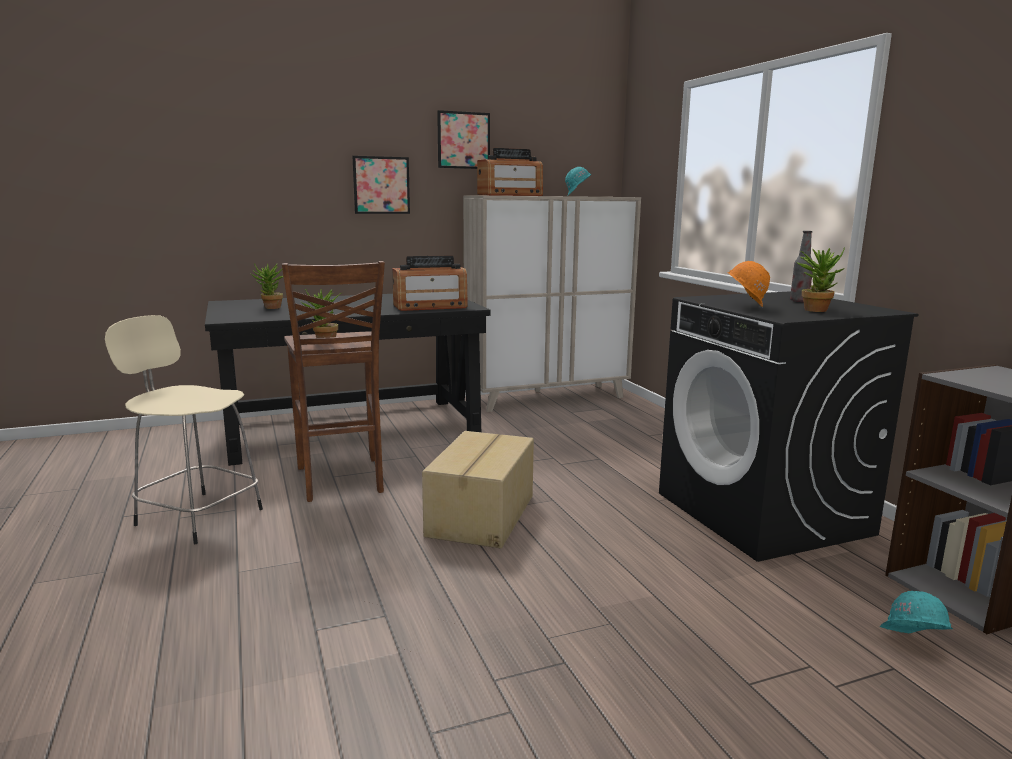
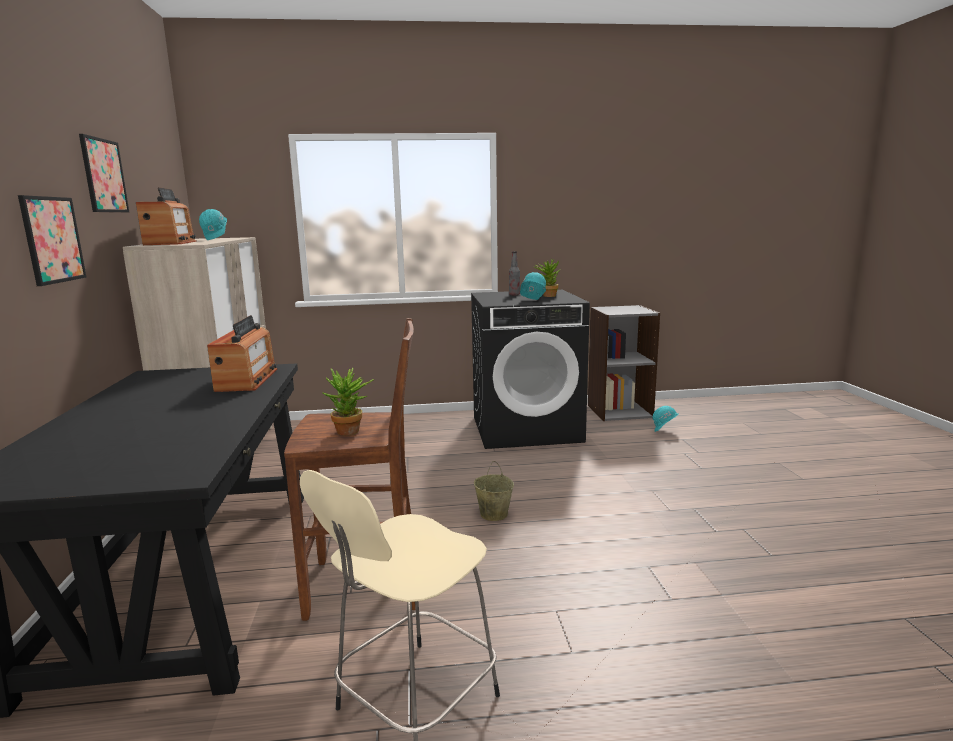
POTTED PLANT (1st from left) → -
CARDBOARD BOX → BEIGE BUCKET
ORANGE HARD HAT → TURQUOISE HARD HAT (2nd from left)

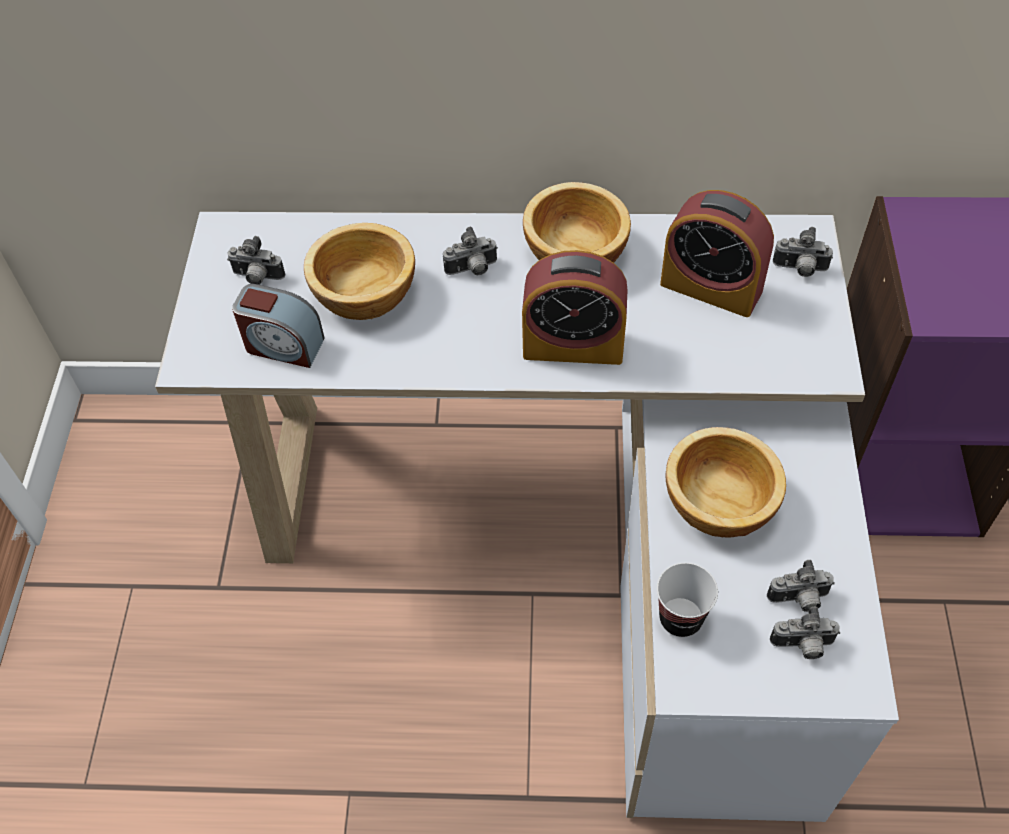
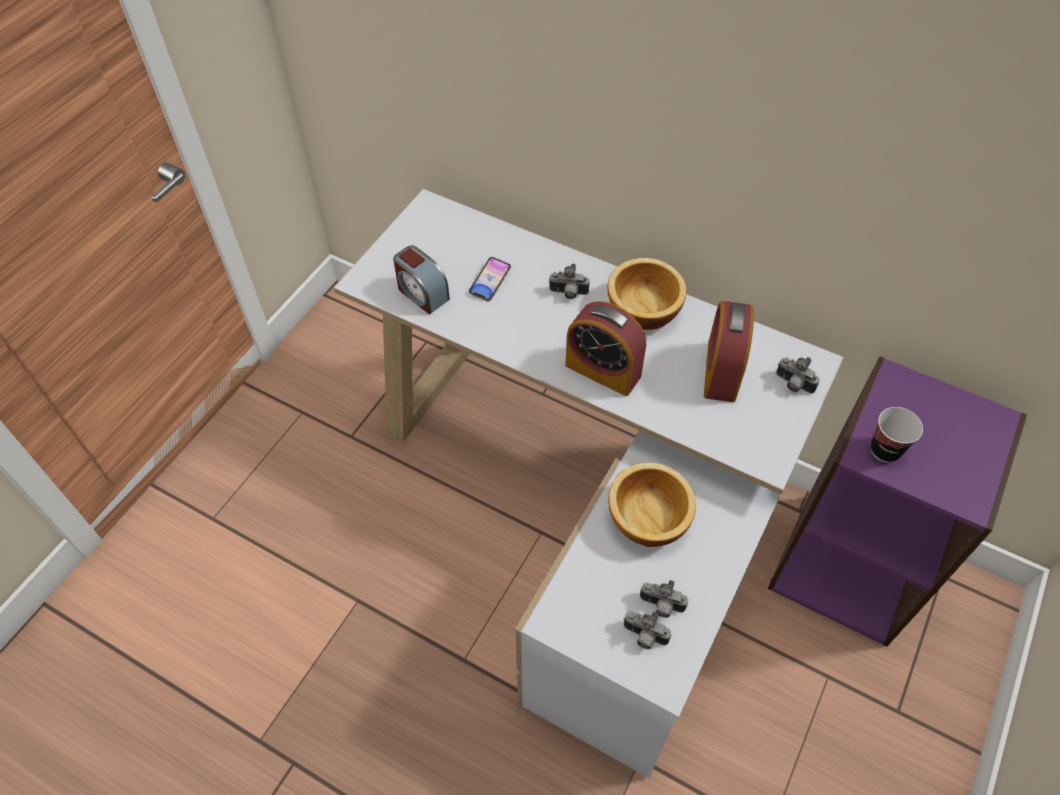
PHOTO CAMERA (1st from left) → -
BOWL (1st from left) → PHONE
CUP, move
ALARM CLOCK (3rd from left), 45 degrees clockwise

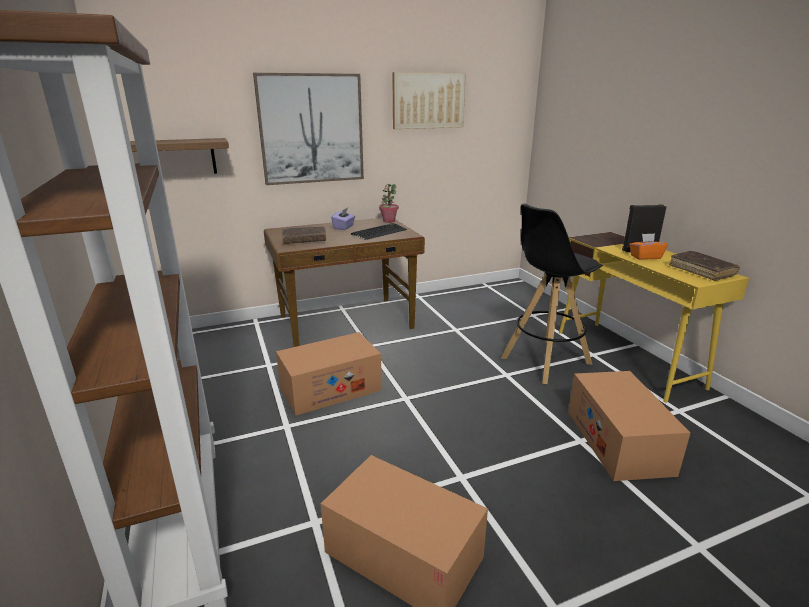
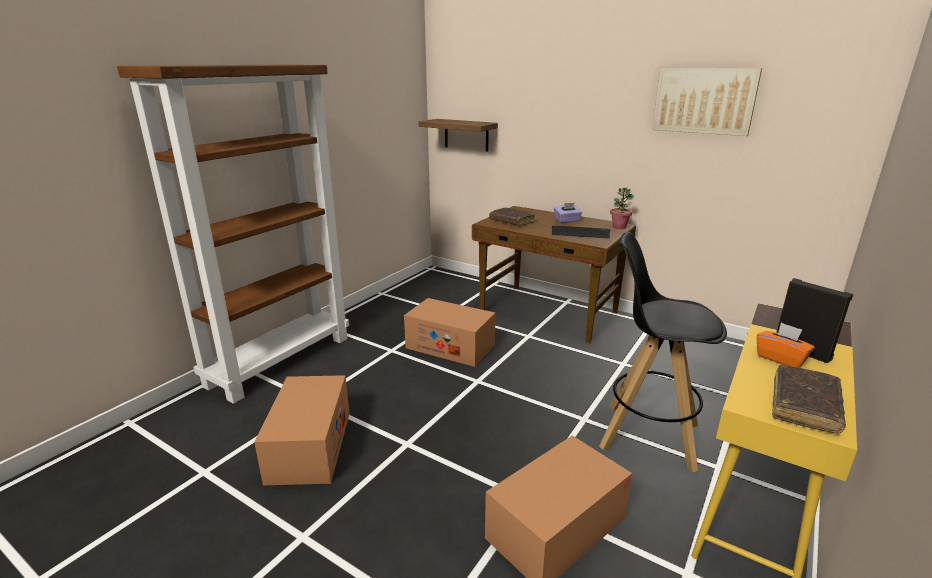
PICTURE (1st from left) → -

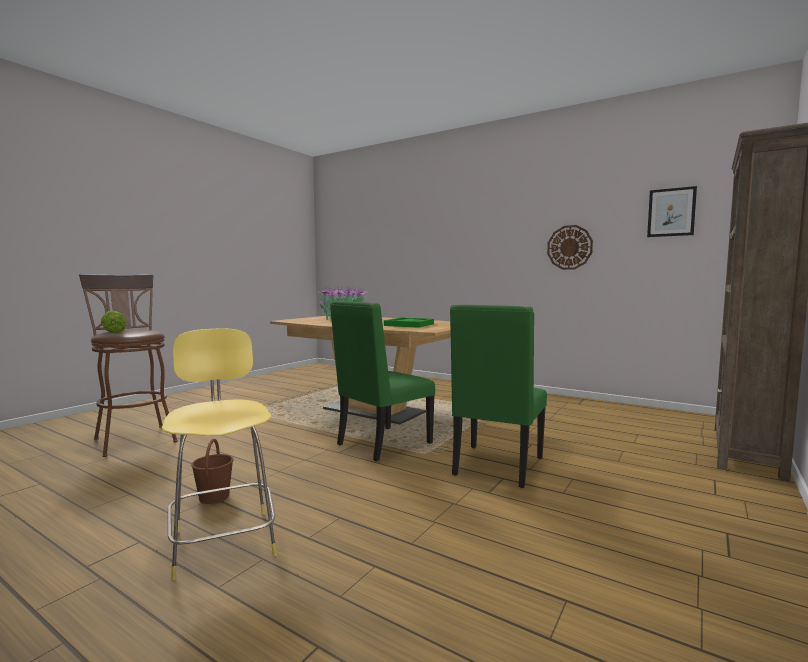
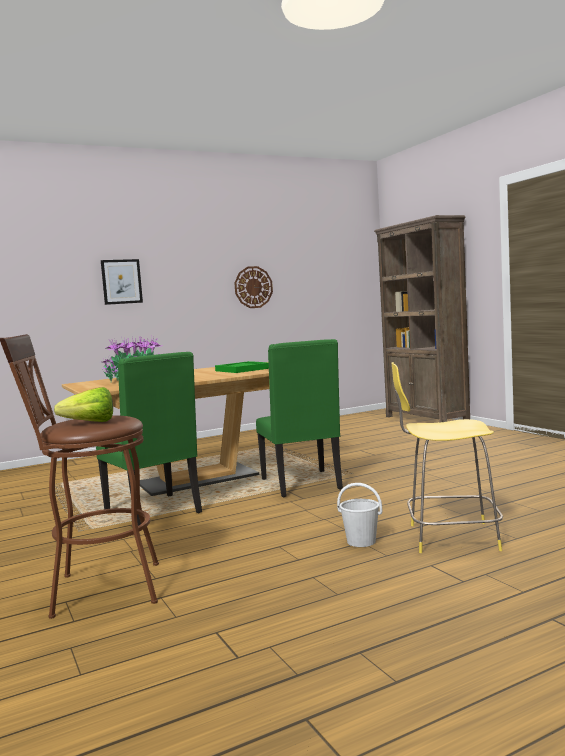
BROWN BUCKET → WHITE BUCKET
GREEN CHAIR (2nd from left in the first image) → GREEN CHAIR (1st from left), move
PICTURE, move

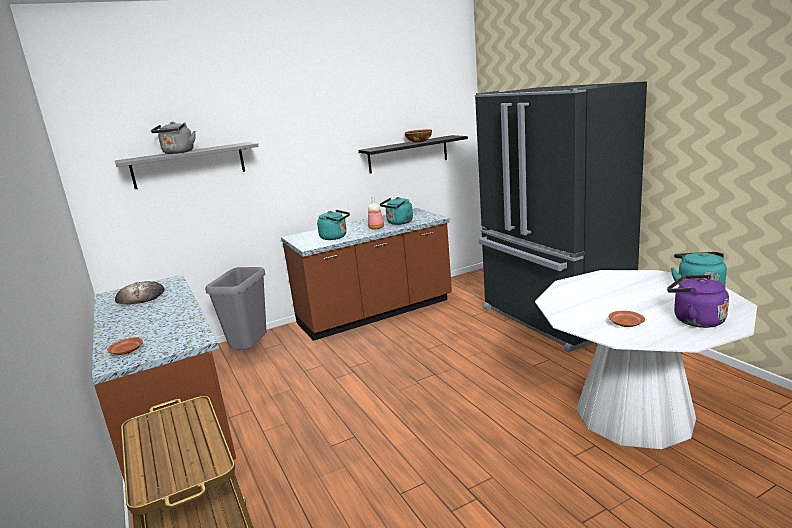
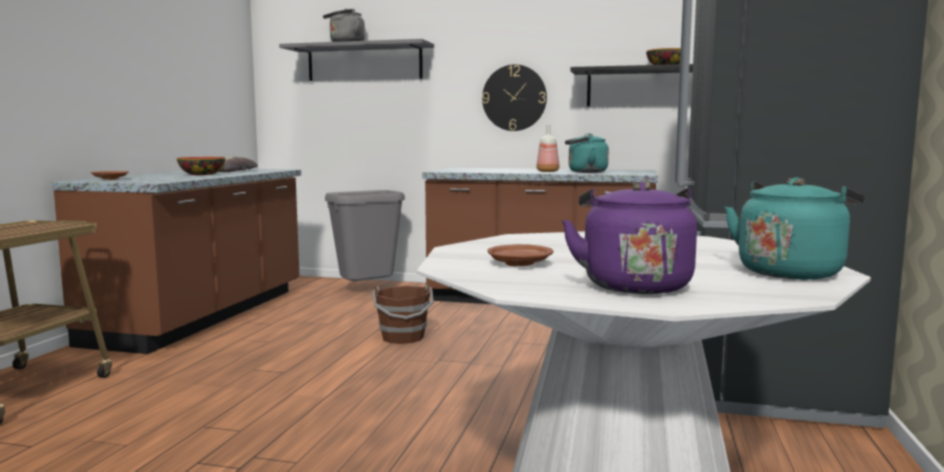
TURQUOISE KETTLE (1st from left) → -
- → BOWL (1st from left)
- → BROWN BUCKET
- → WALL CLOCK

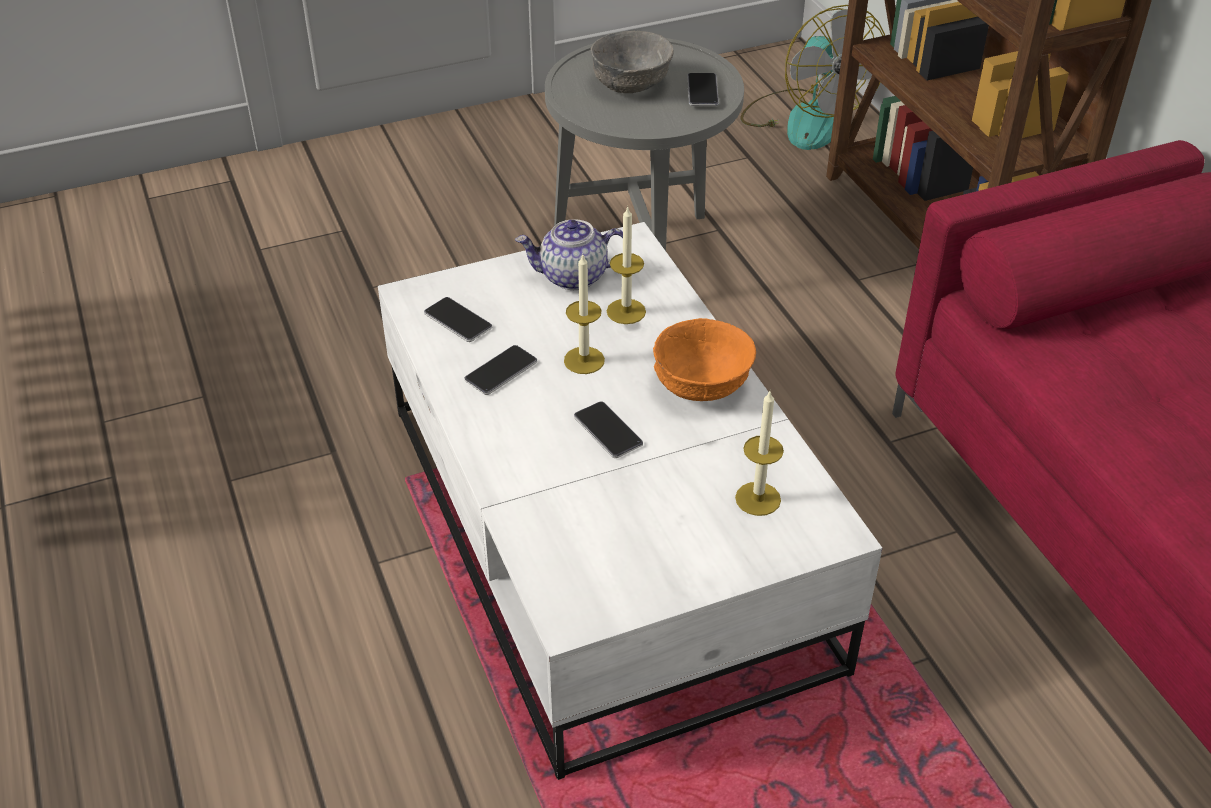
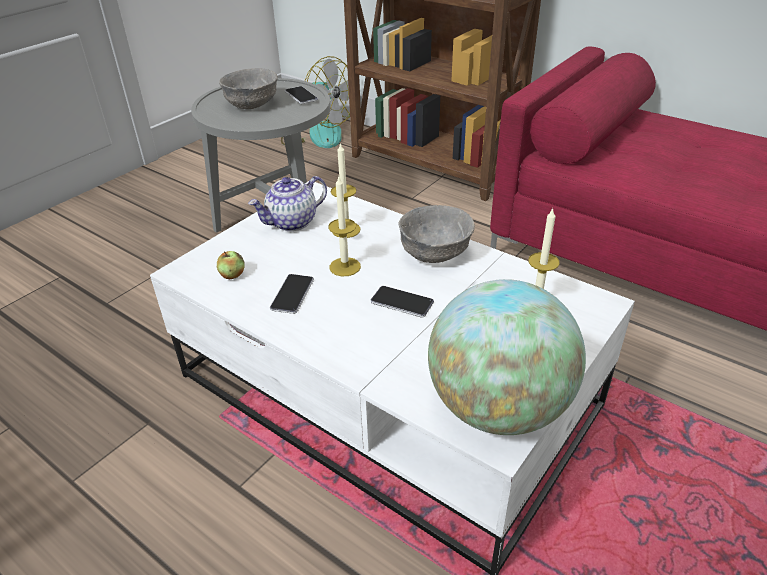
PHONE (1st from left) → APPLE
ORANGE BOWL → GREY BOWL (2nd from left)
- → GLOBE

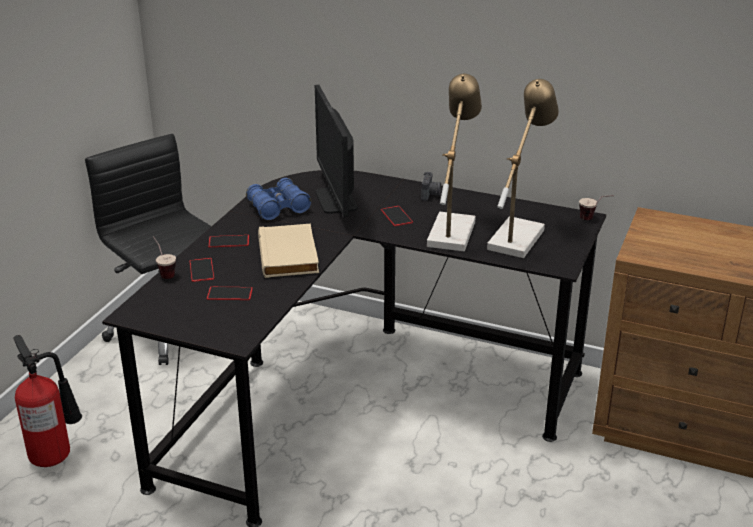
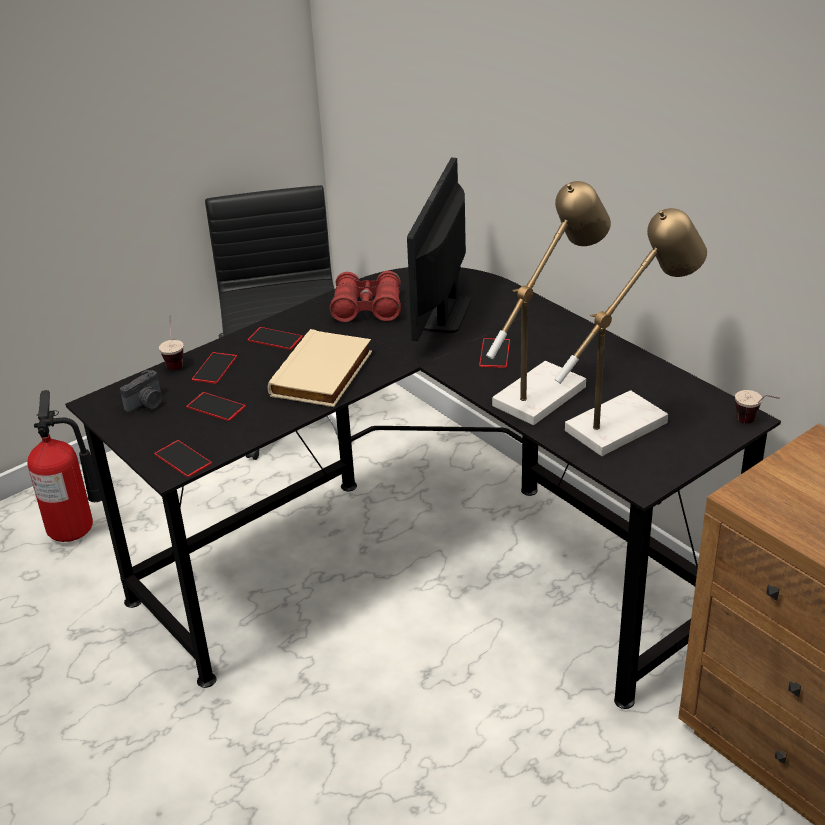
BLUE BINOCULARS → RED BINOCULARS
PHOTO CAMERA, move
- → PHONE (1st from left)

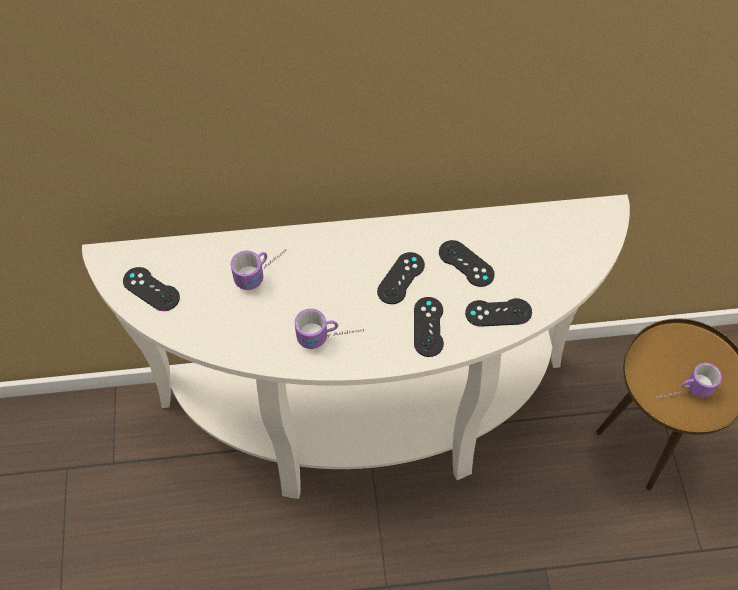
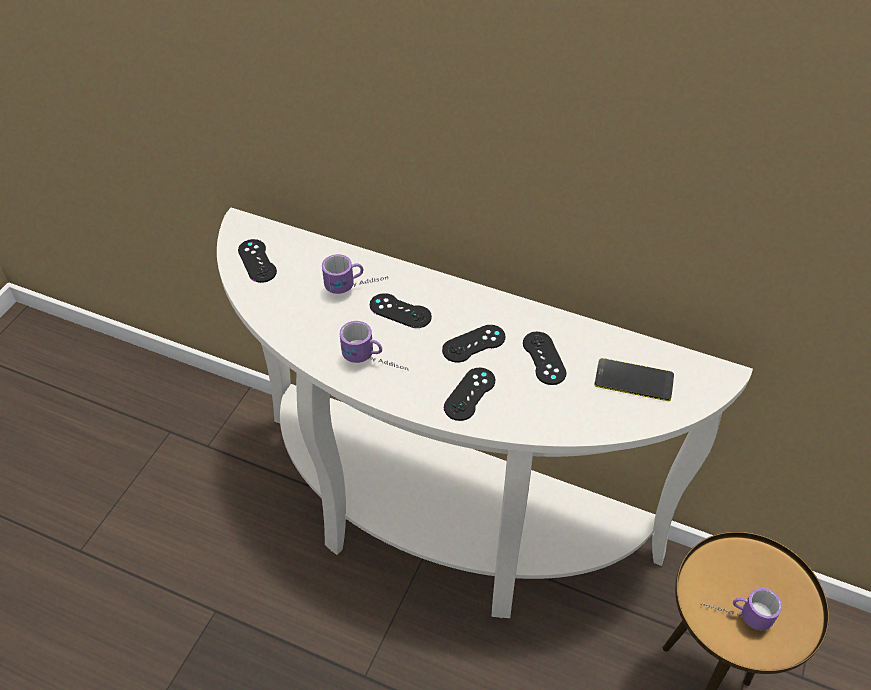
BLACK GAME CONTROLLER (5th from left in the first image) → BLACK GAME CONTROLLER (2nd from left), move
- → PHONE

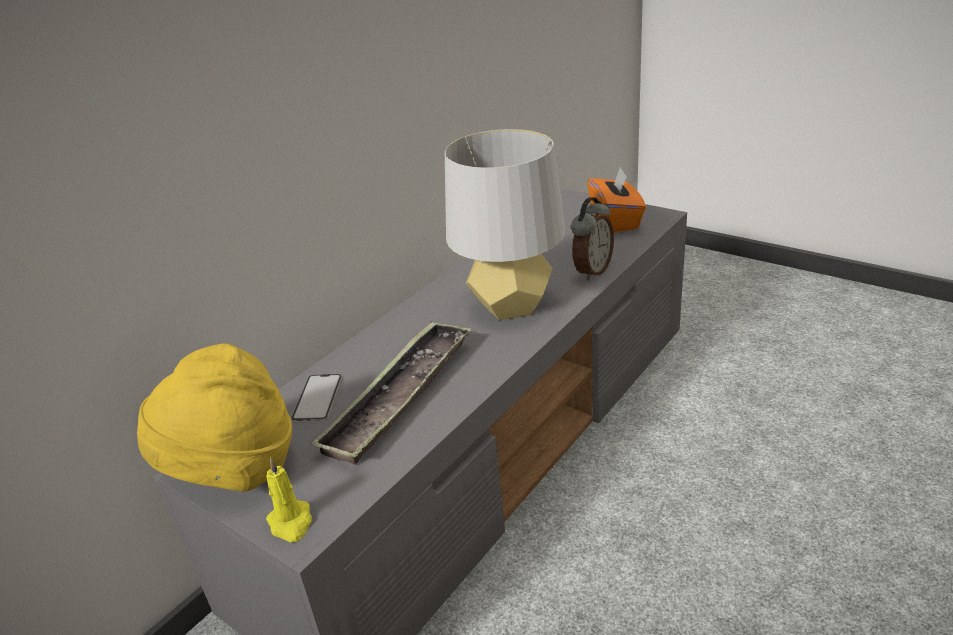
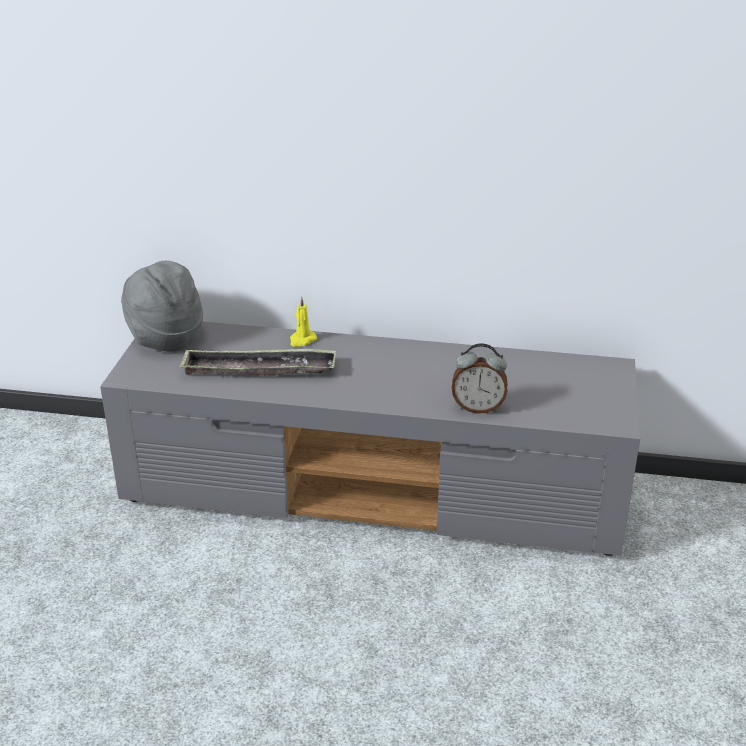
YELLOW HAT → GREY HAT
YELLOW CANDLE, move
PHONE → -
GREY TABLE LAMP → -
ORANGE TISSUE BOX → -

